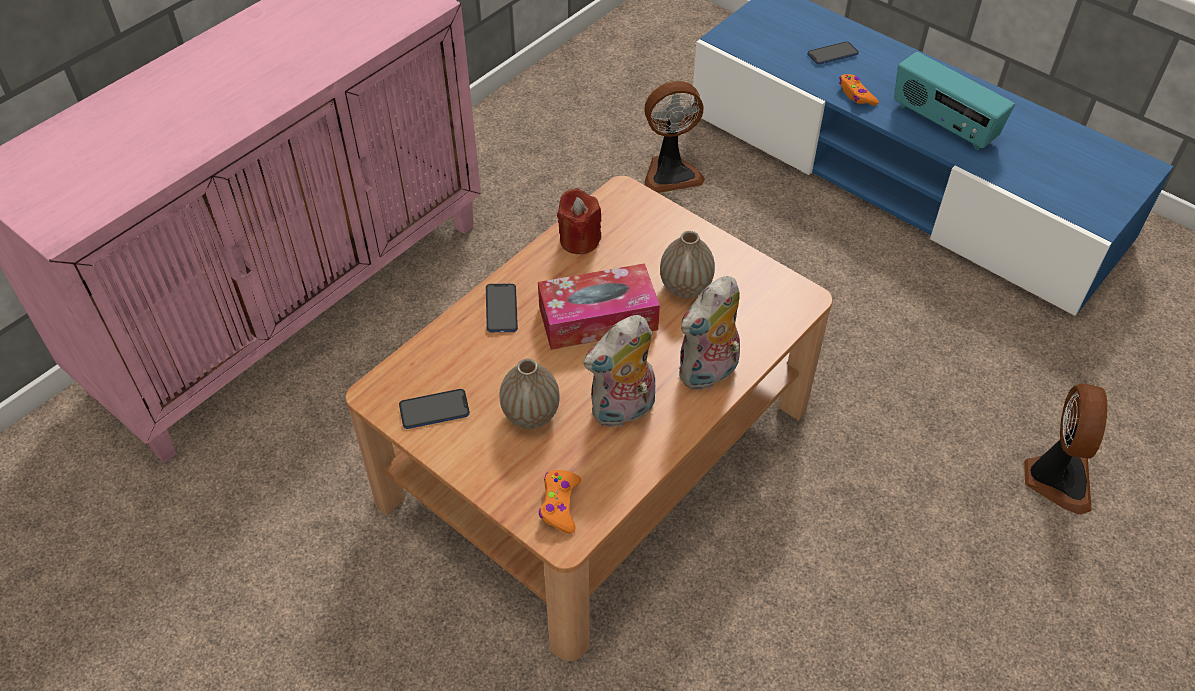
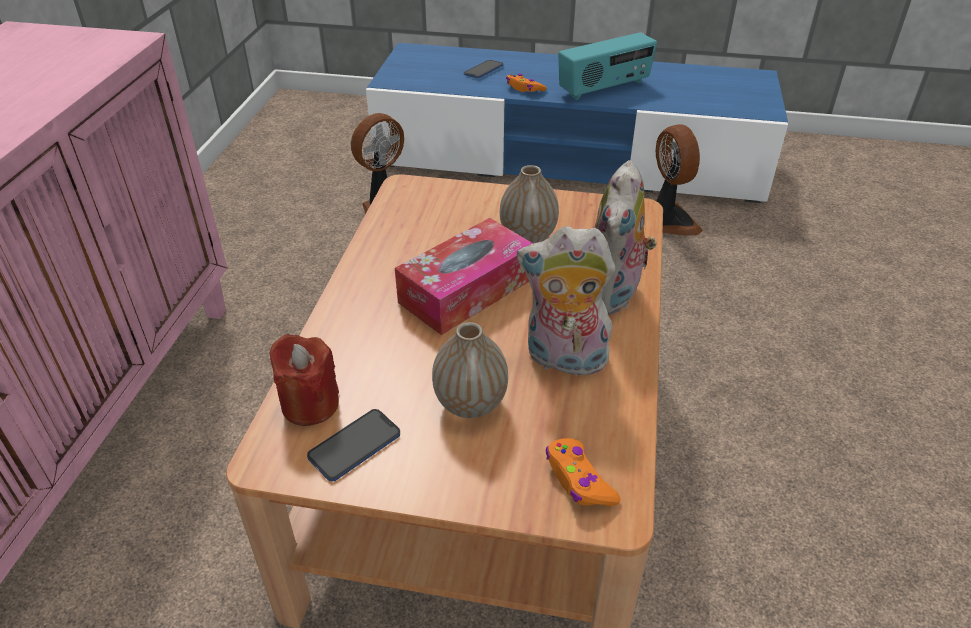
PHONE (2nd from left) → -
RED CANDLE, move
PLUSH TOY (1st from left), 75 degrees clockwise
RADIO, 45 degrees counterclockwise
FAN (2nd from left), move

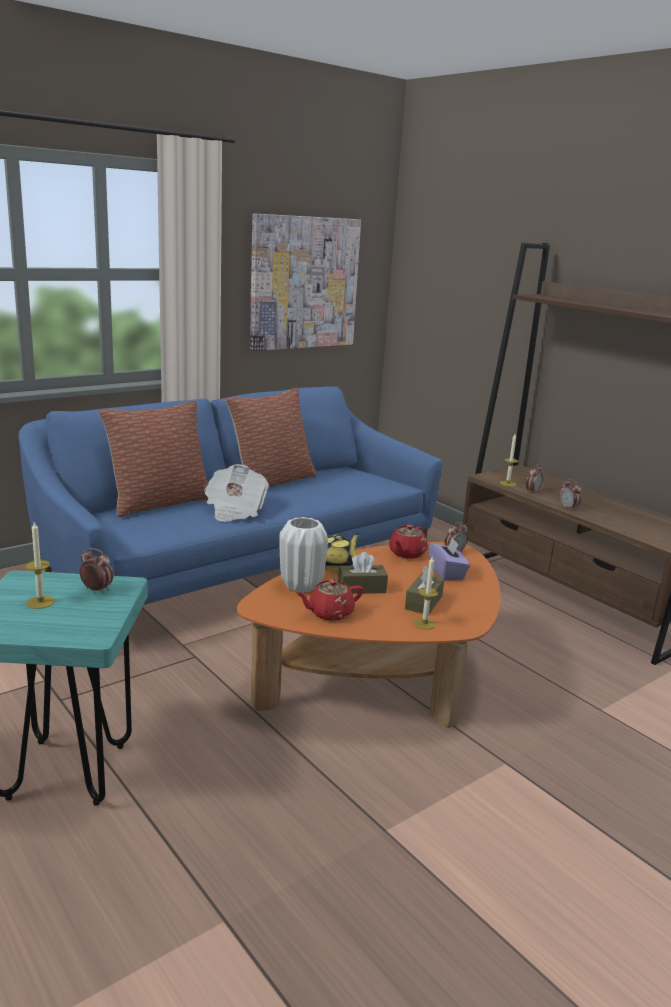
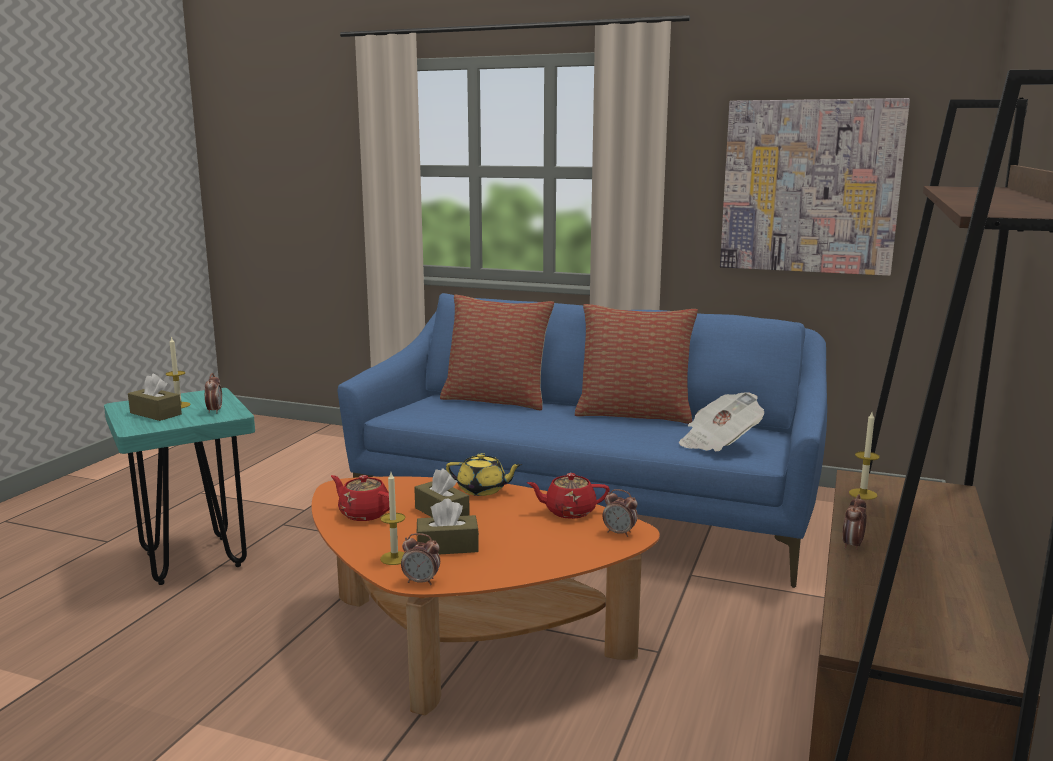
NEWSPAPER, move
WHITE VASE → -
PURPLE TISSUE BOX → -
ALARM CLOCK (3rd from left in the first image) → ALARM CLOCK (2nd from left), move
- → BROWN TISSUE BOX (1st from left)

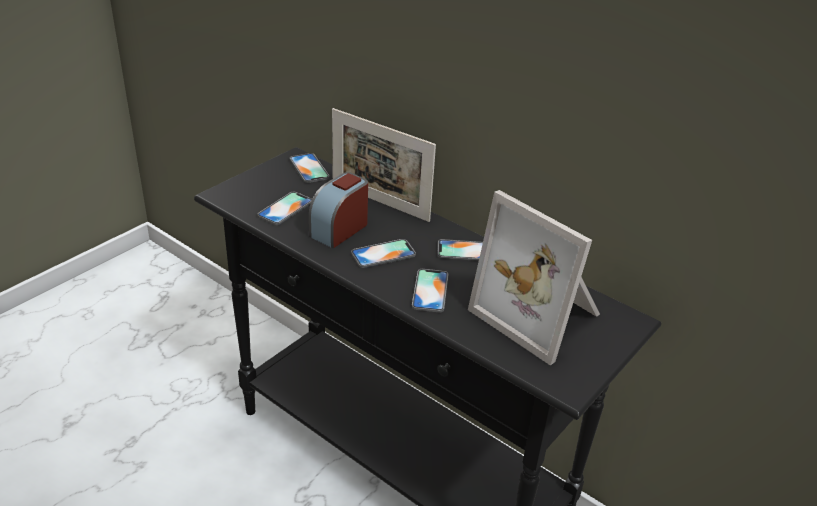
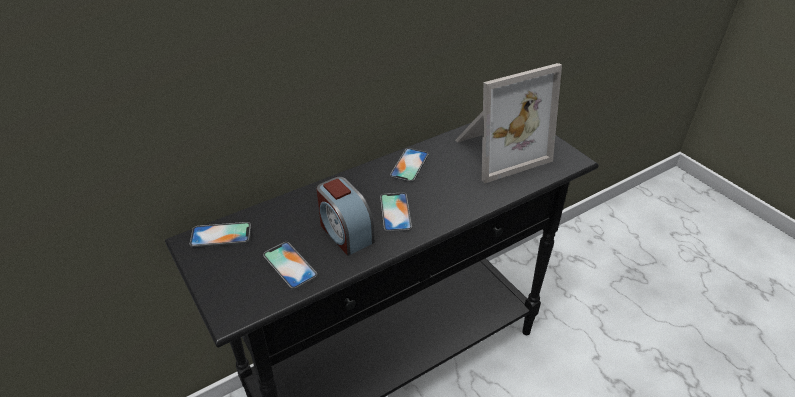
PICTURE FRAME (1st from left) → -
PHONE (4th from left) → -

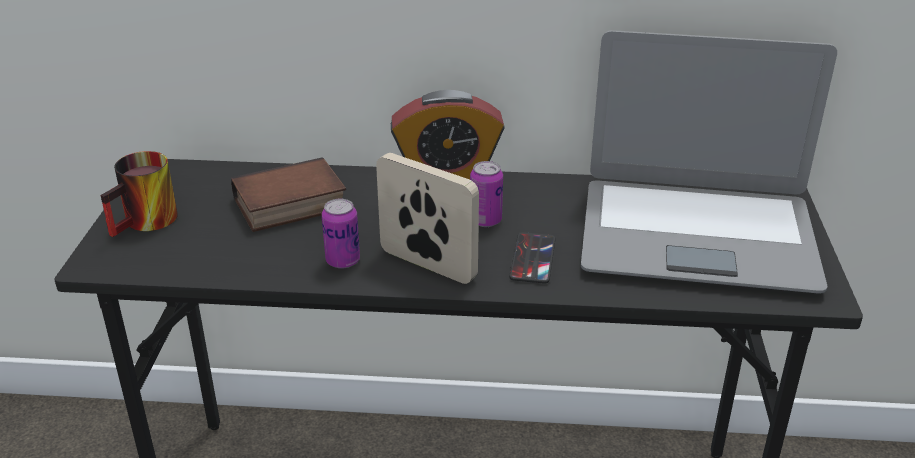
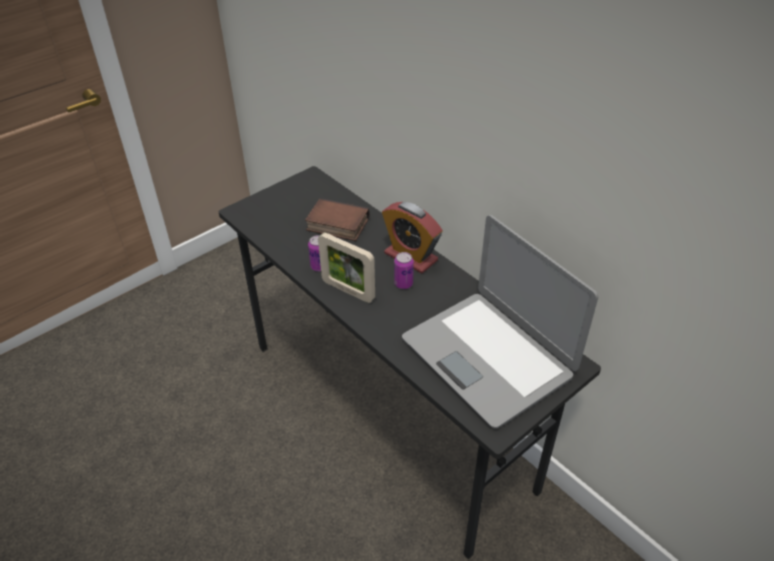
MUG → -
PICTURE FRAME, 135 degrees clockwise
PHONE → -

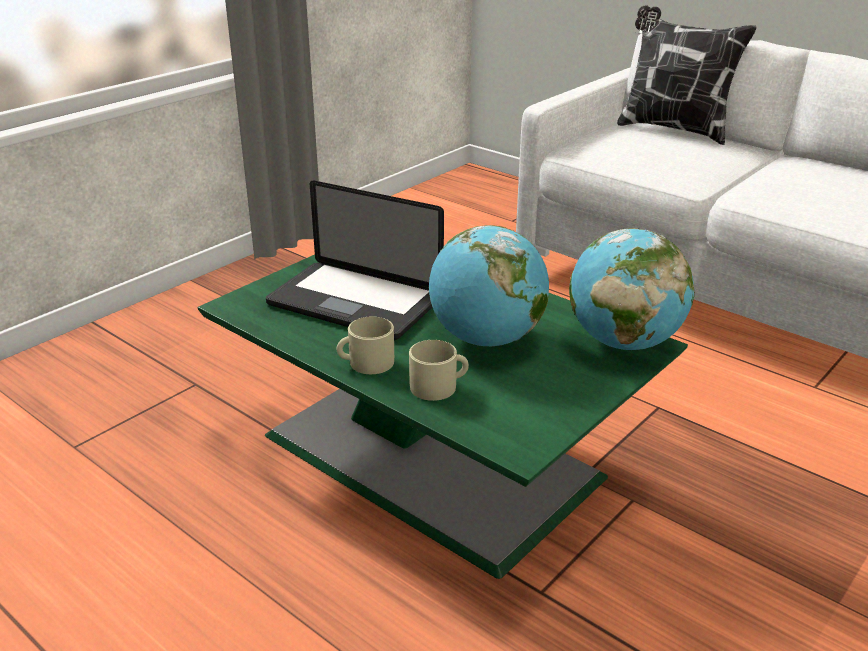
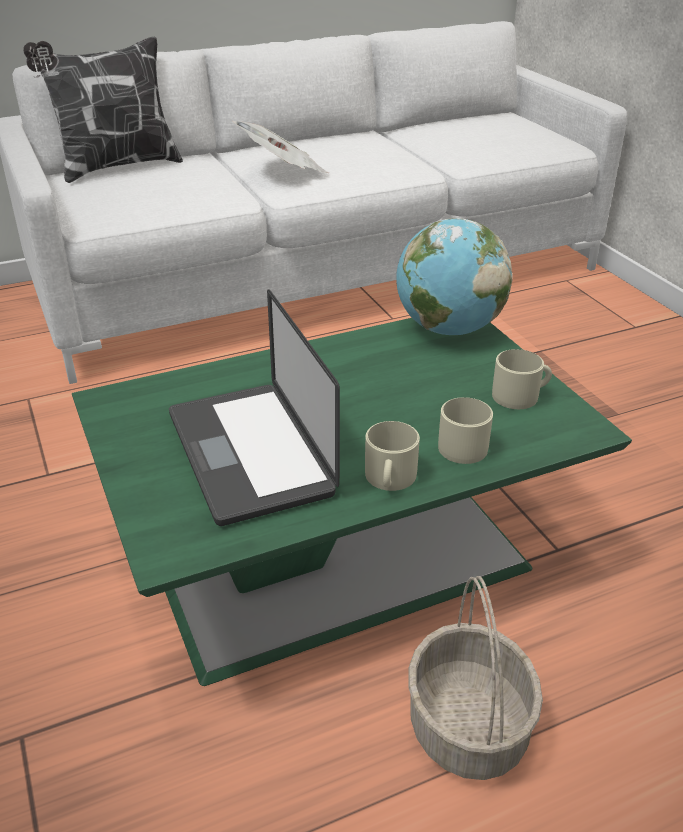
LAPTOP, 105 degrees clockwise
GLOBE (1st from left) → -
- → NEWSPAPER
- → BASKET
- → BEIGE MUG (3rd from left)

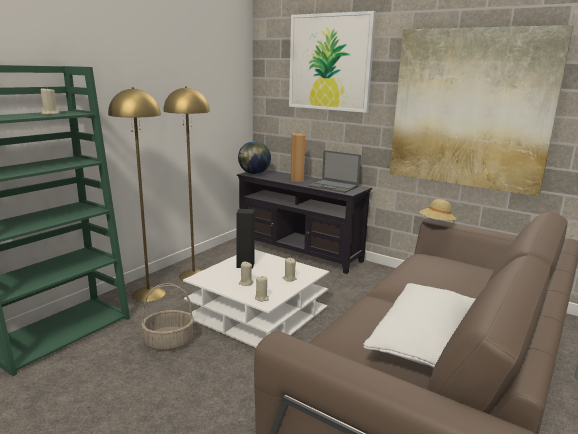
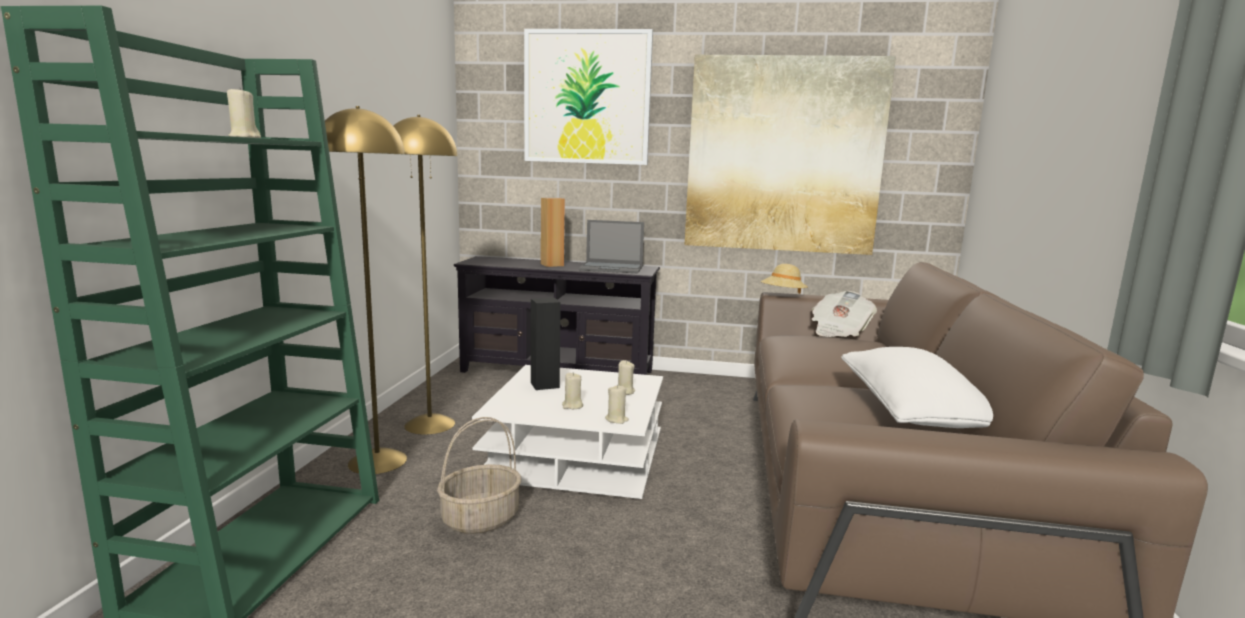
GLOBE → -
- → NEWSPAPER

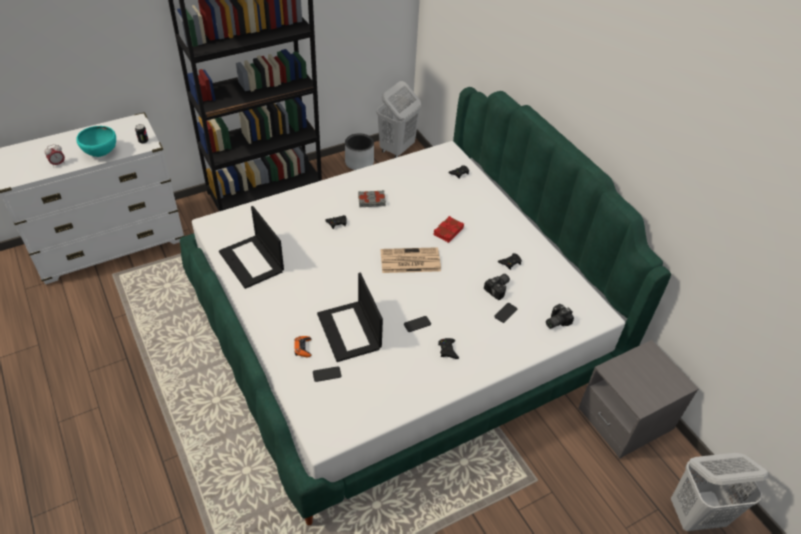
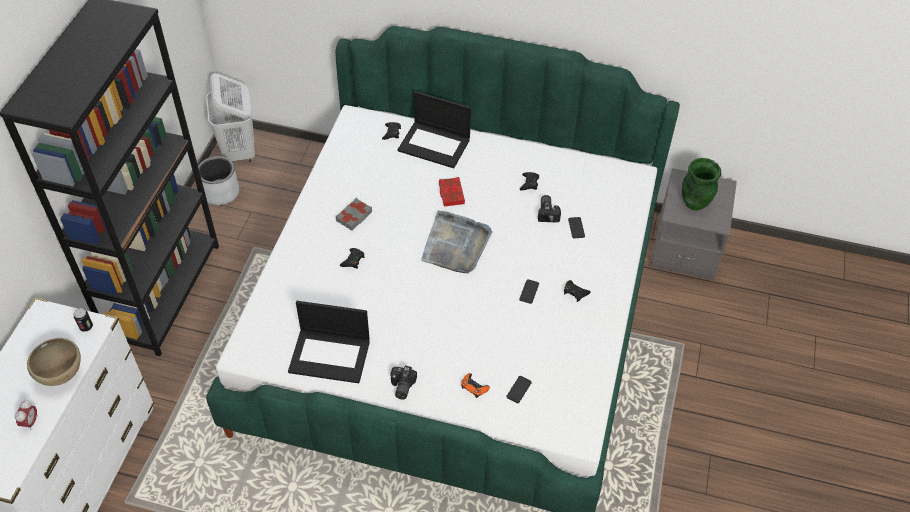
TURQUOISE BOWL → BROWN BOWL
LAPTOP (2nd from left), move
NEWSPAPER → GREY TRAY
PHOTO CAMERA (2nd from left in the first image) → PHOTO CAMERA (1st from left), move
WHITE LAUNDRY BASKET (2nd from left) → -
- → GREEN VASE

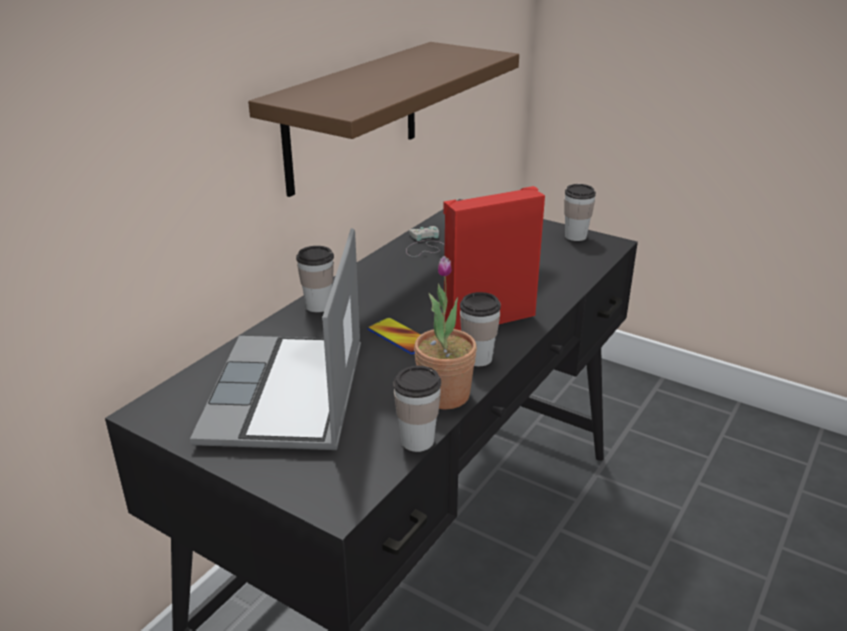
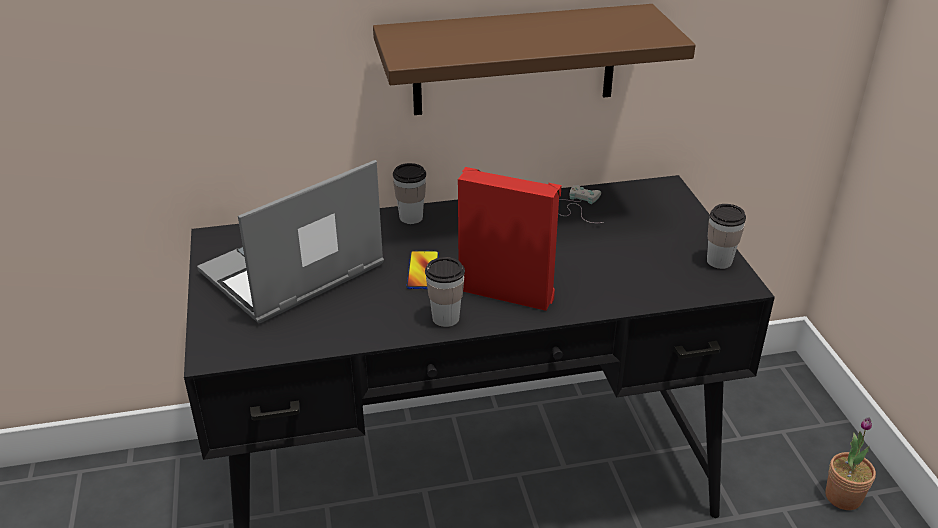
CUP (2nd from left) → -
POTTED PLANT, move

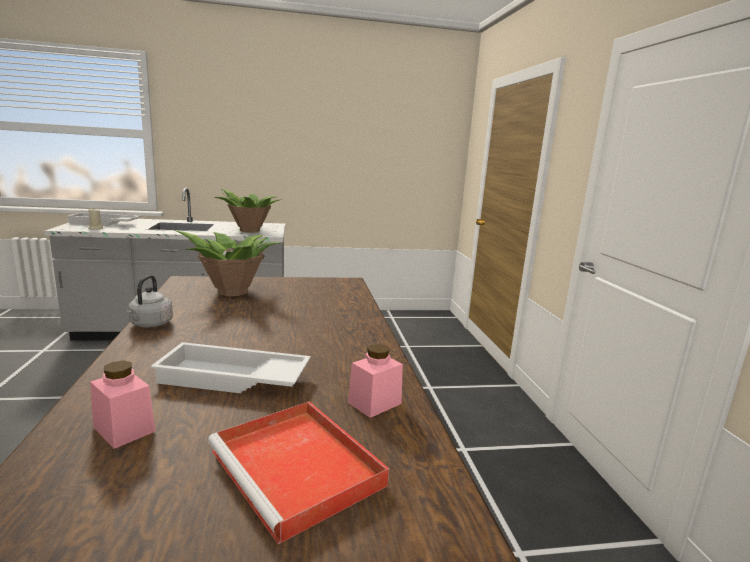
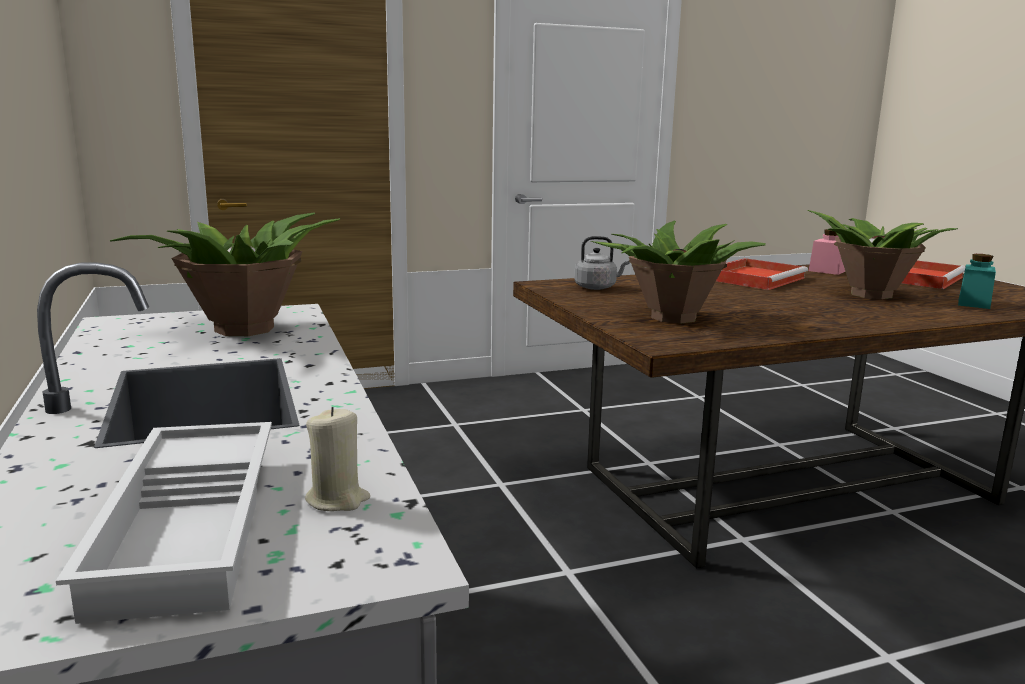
PINK JAR (1st from left) → TURQUOISE JAR
GREY KETTLE, move
WHITE TRAY (2nd from left) → POTTED PLANT (3rd from left)
- → RED TRAY (1st from left)

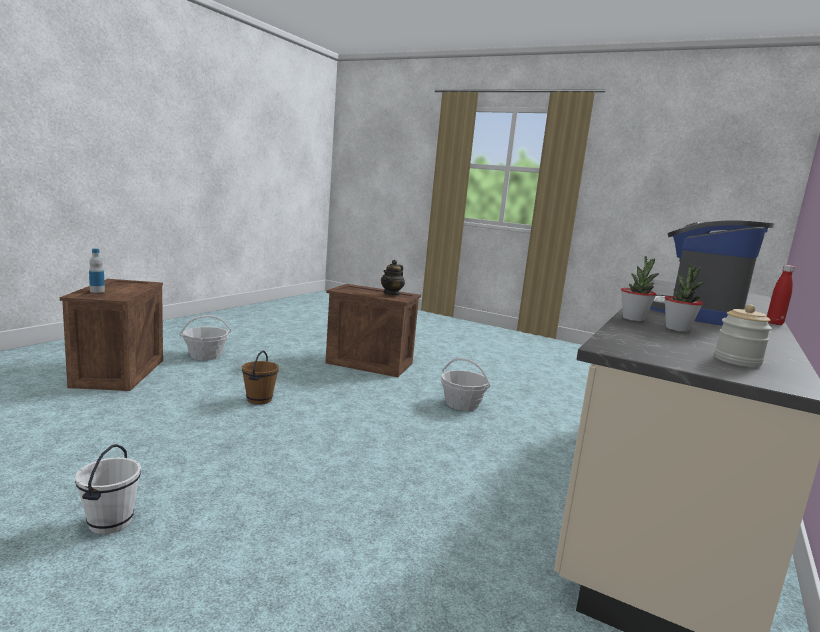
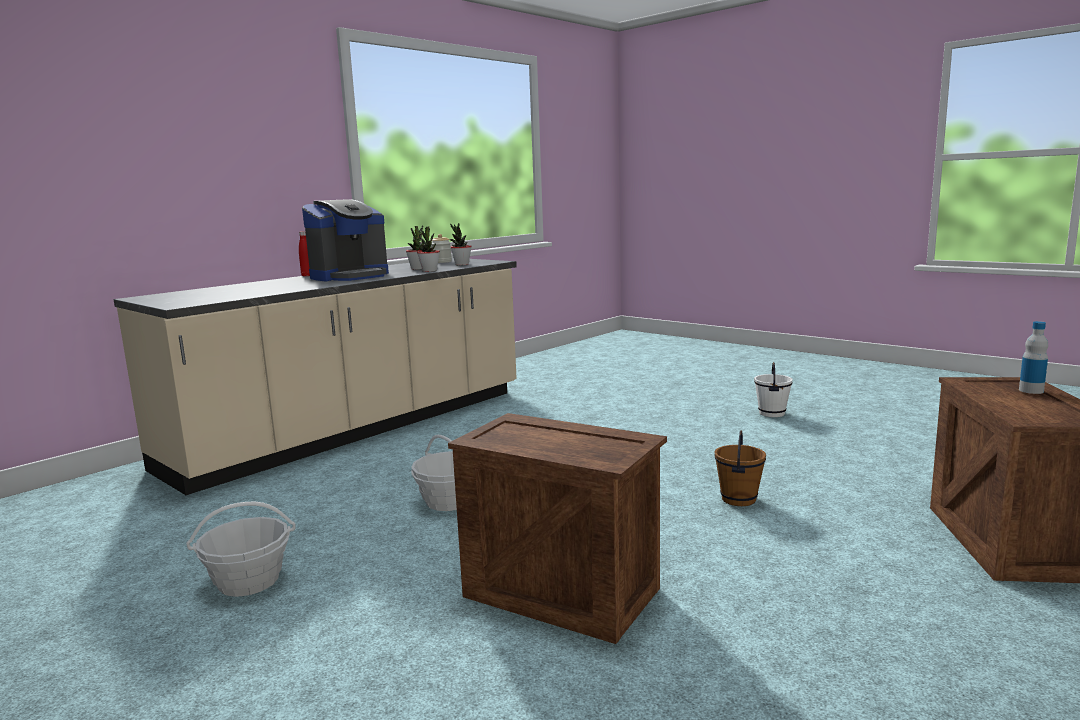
BASKET (1st from left), move
TEAPOT → -
- → POTTED PLANT (3rd from left)

